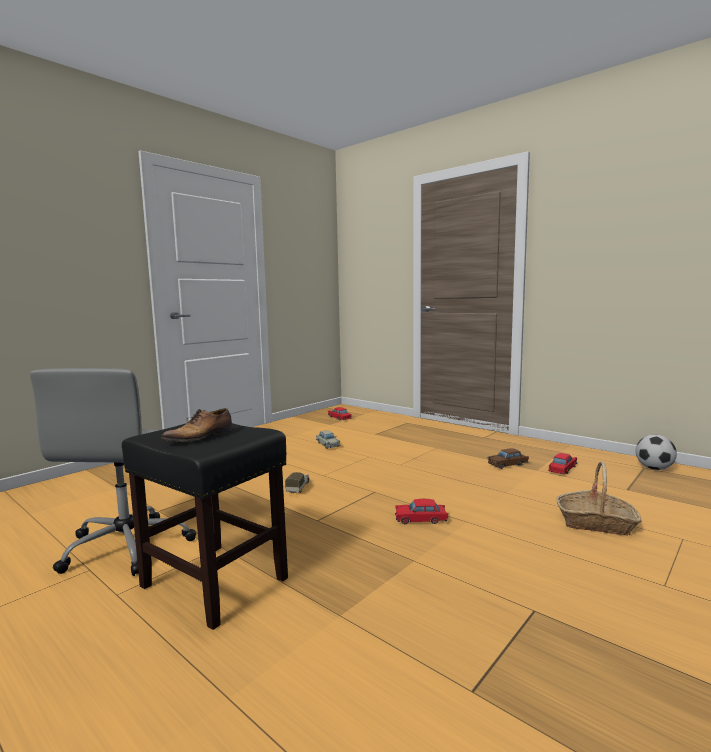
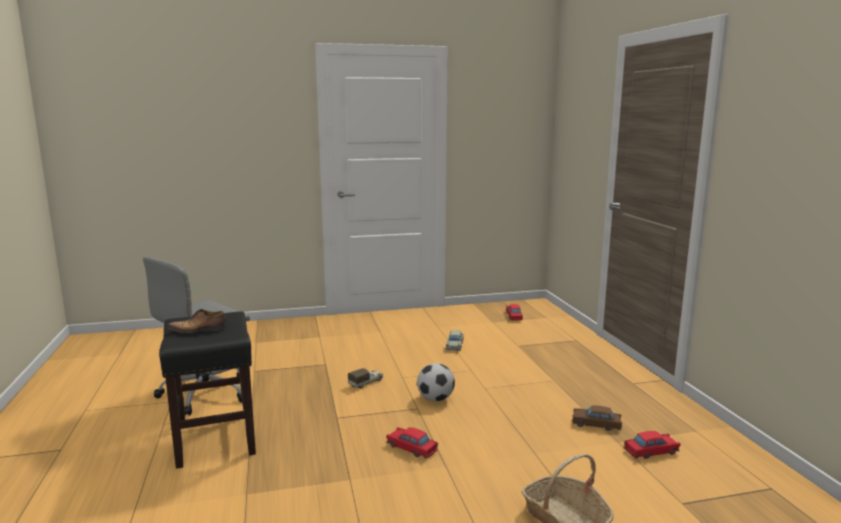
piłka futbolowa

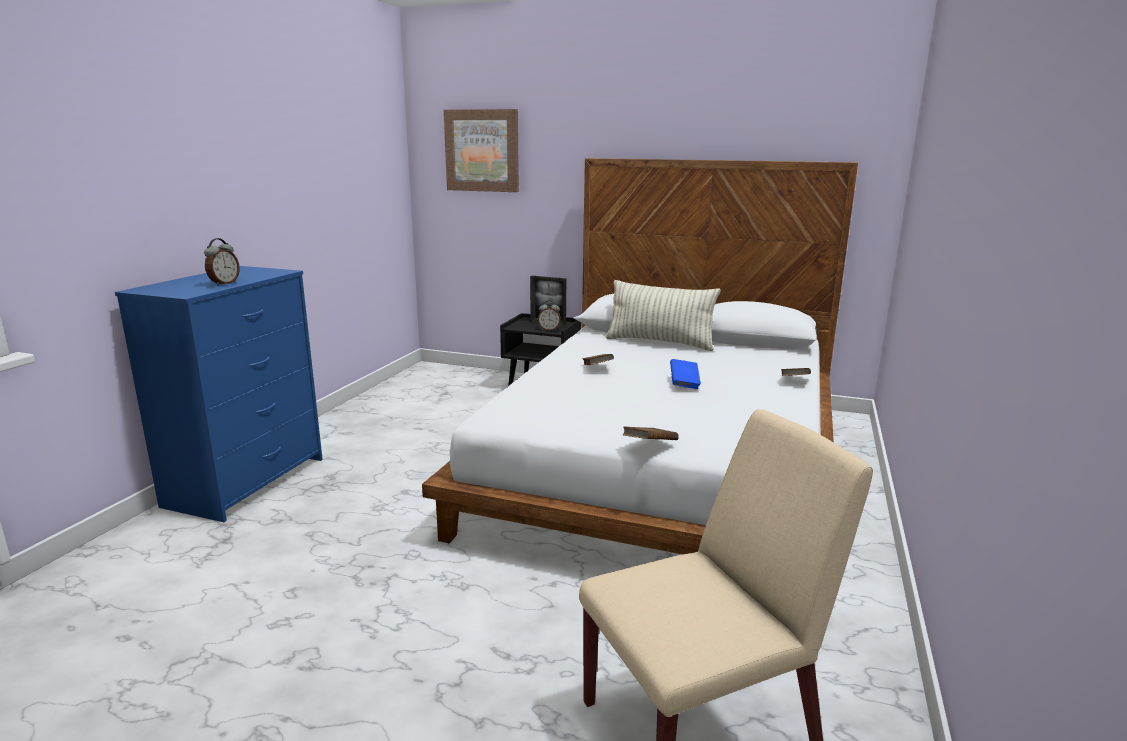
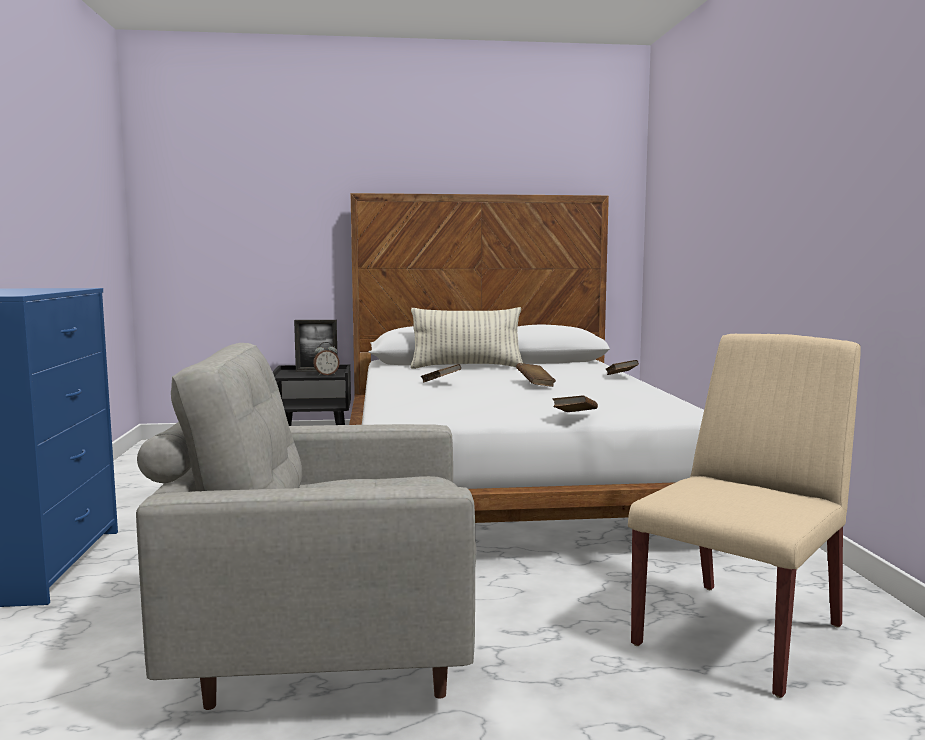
fotel [szary]
książka [brązowy] (no. 2 from left)
budzik (no. 1 from left in the first image)
obraz

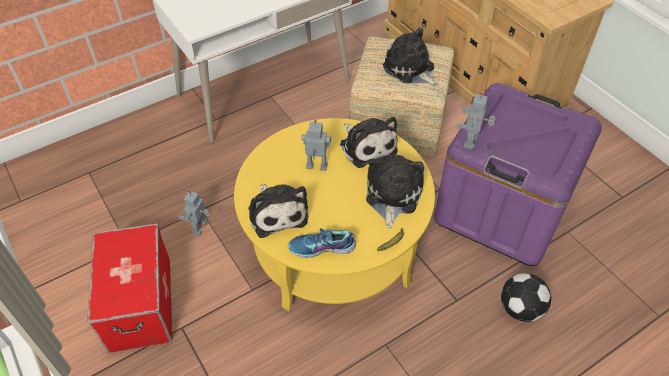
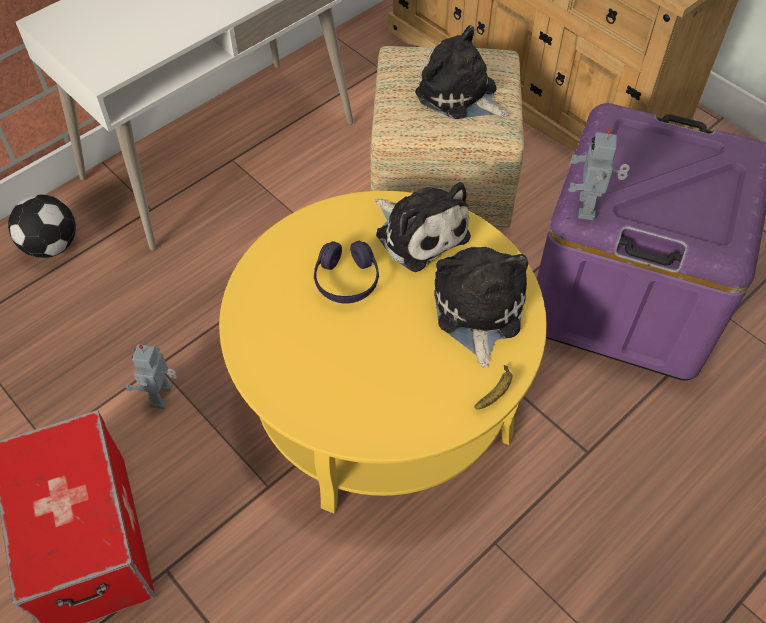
piłka futbolowa
słuchawki [fioletowy]
pluszak (no. 1 from left in the first image)
but

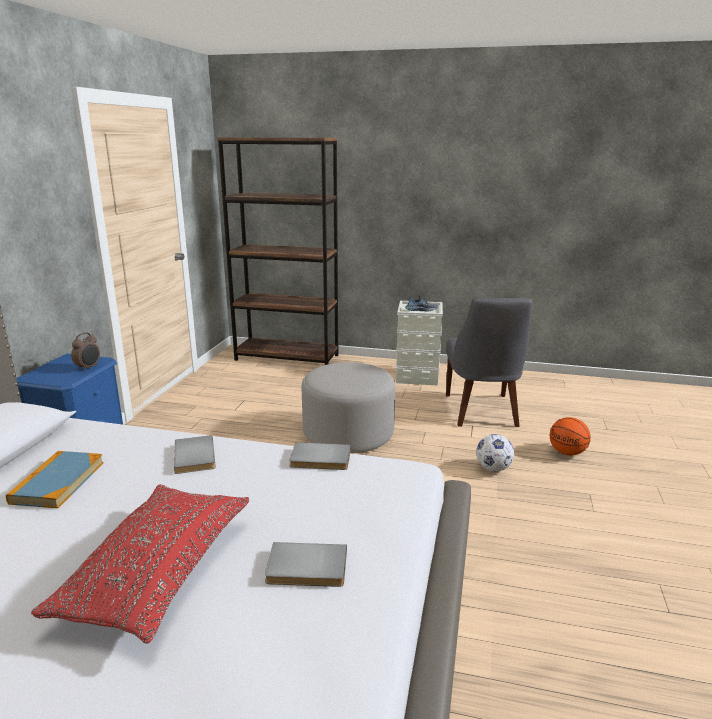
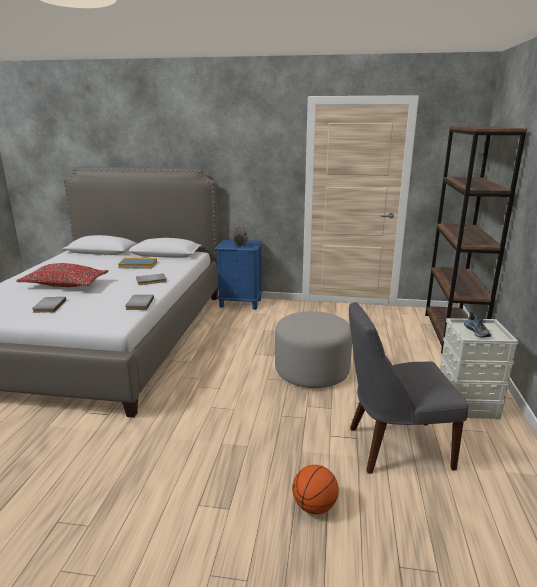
piłka futbolowa

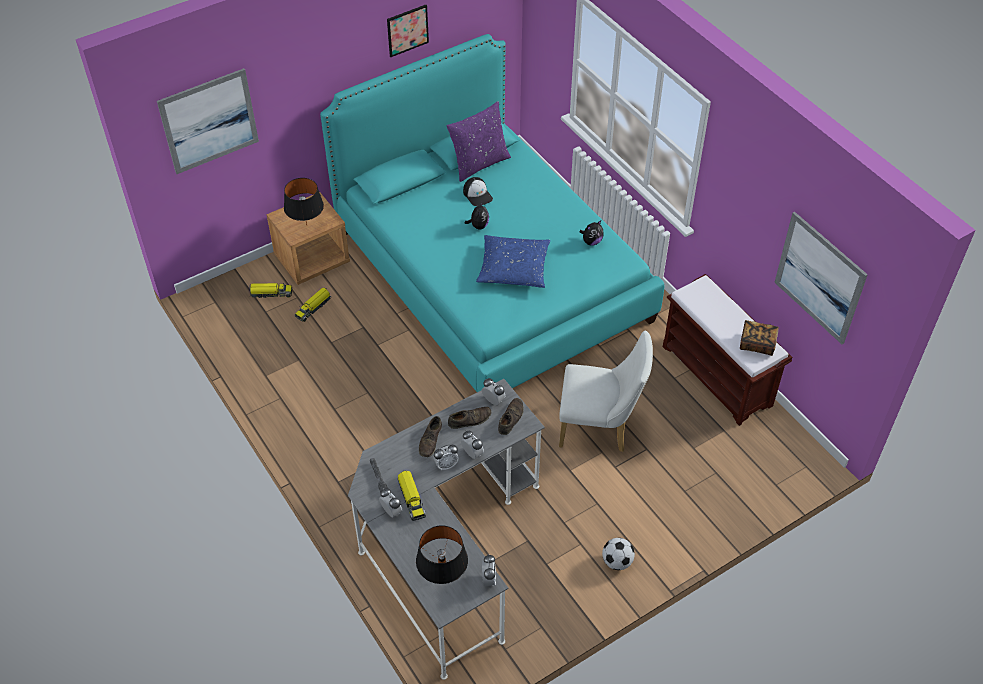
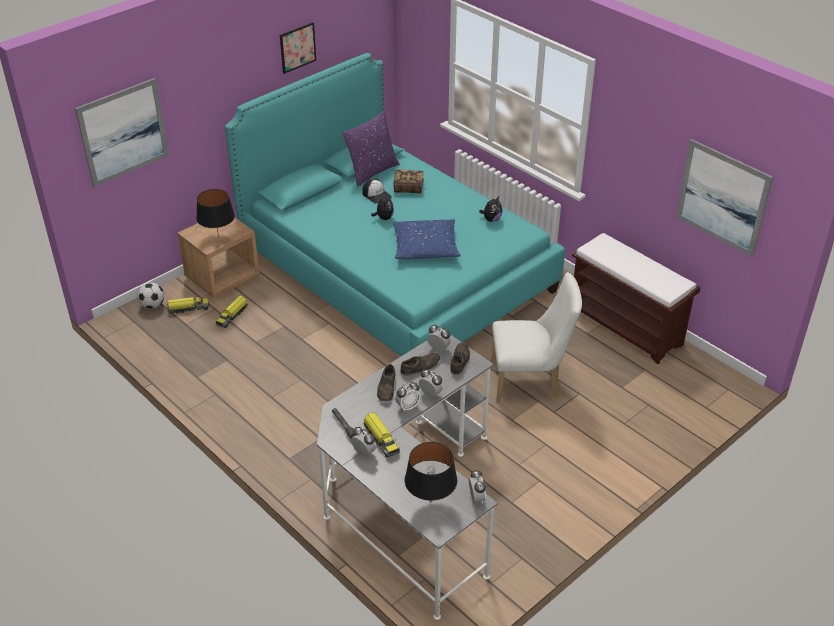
piłka futbolowa
książka

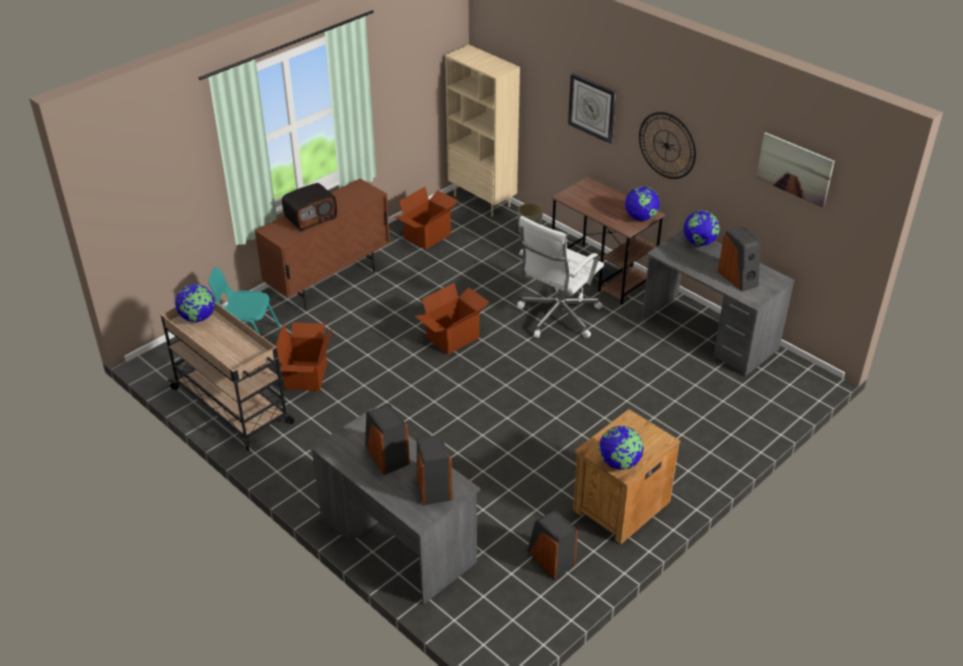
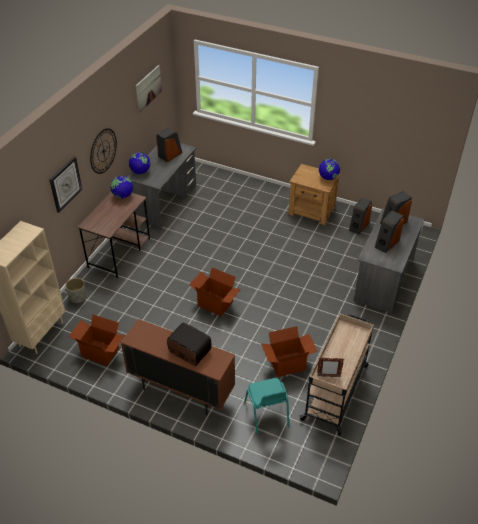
ramka na zdjęcie
krzesło biurowe [biały]

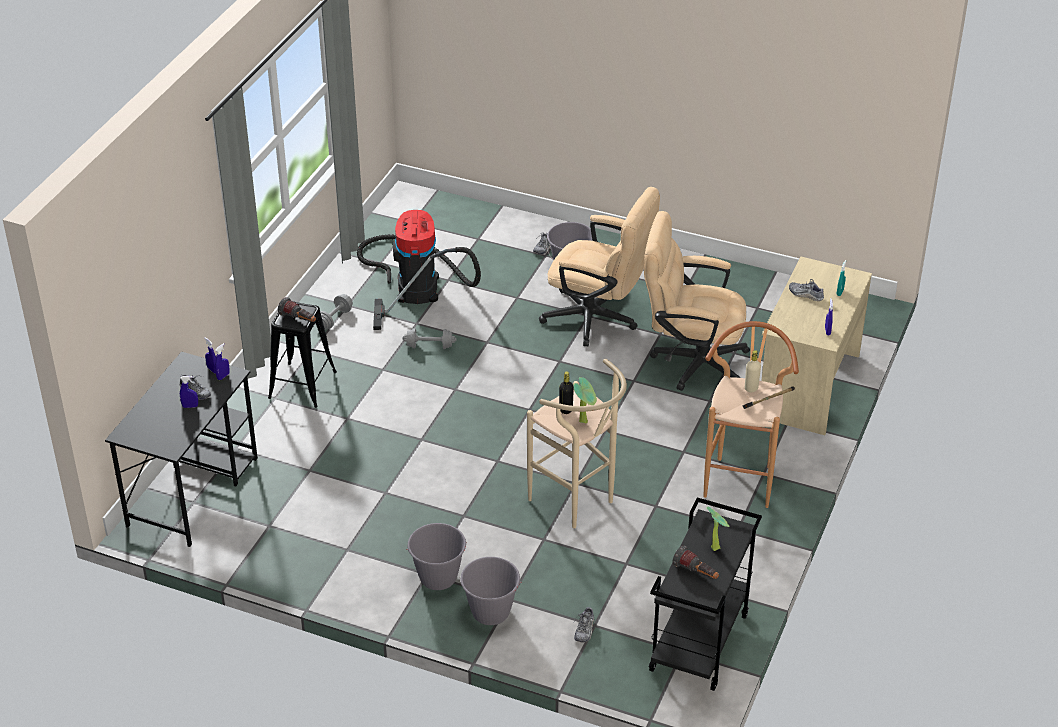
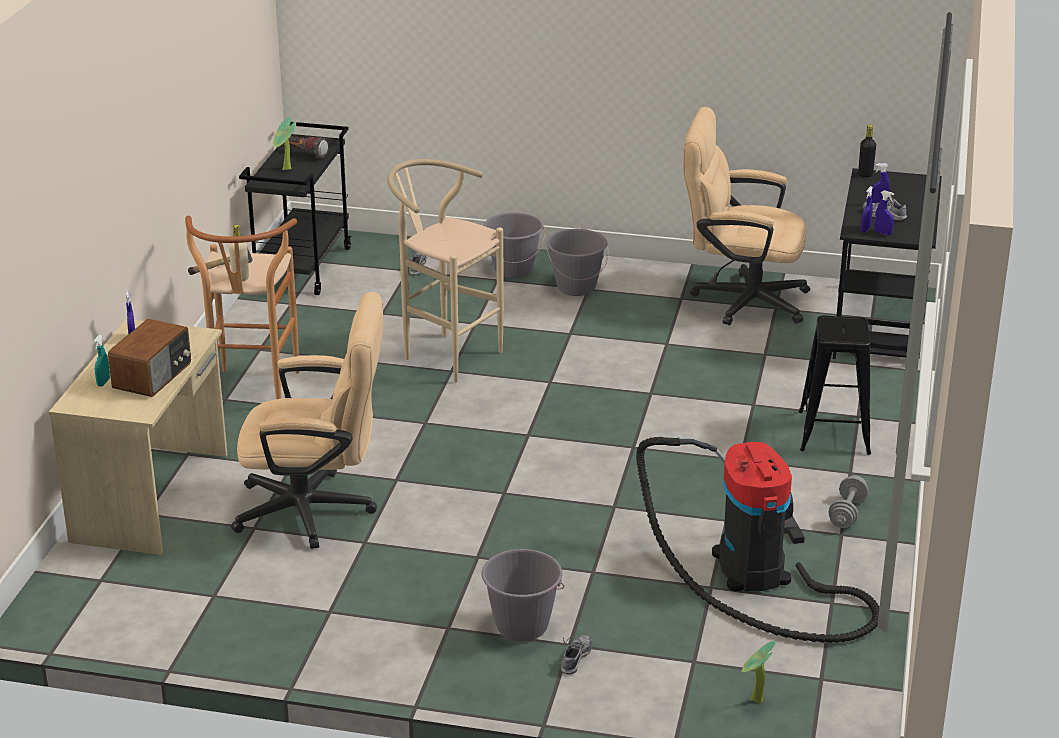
radio
krzesło biurowe [beżowy] (no. 2 from left)
roślina doniczkowa (no. 2 from left)
butelka [czarny]
latarka (no. 1 from left in the first image)
hantel [szary] (no. 2 from left in the first image)

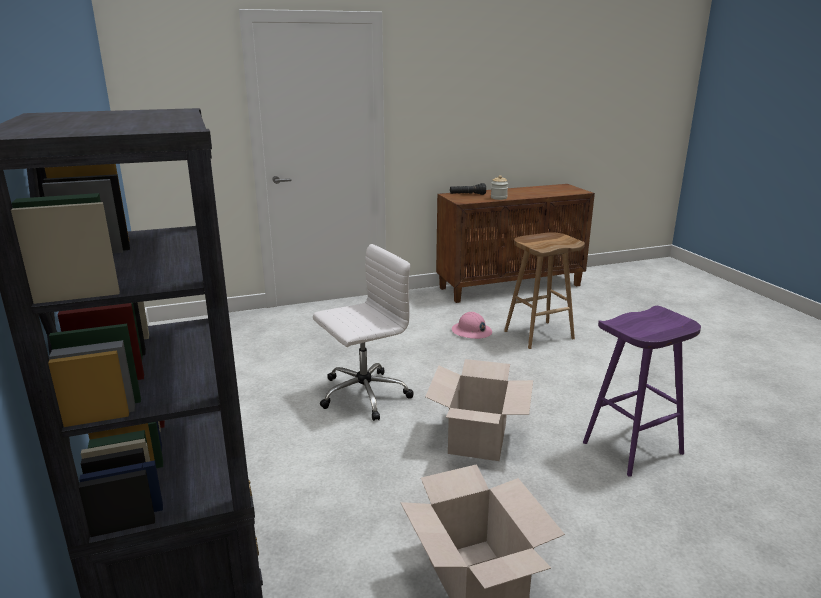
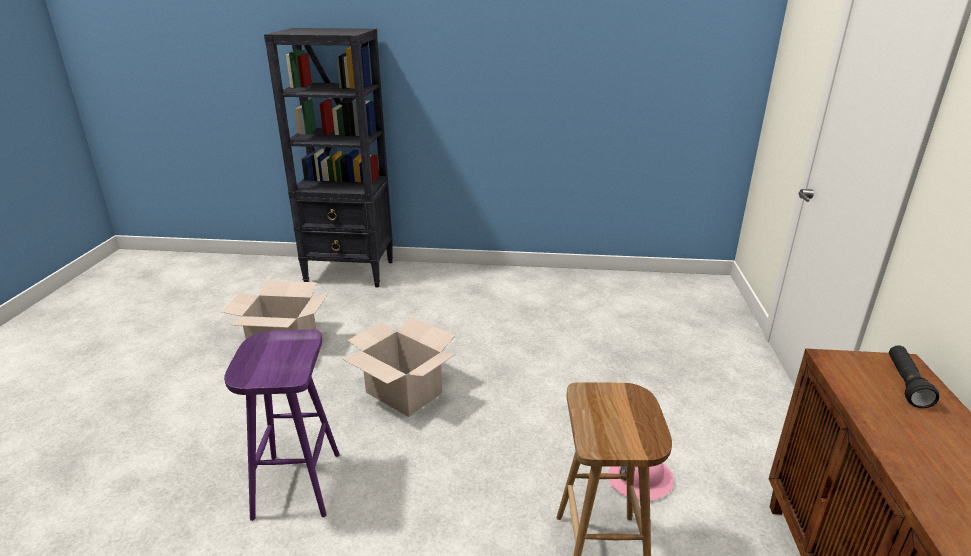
krzesło biurowe [biały]
słoik

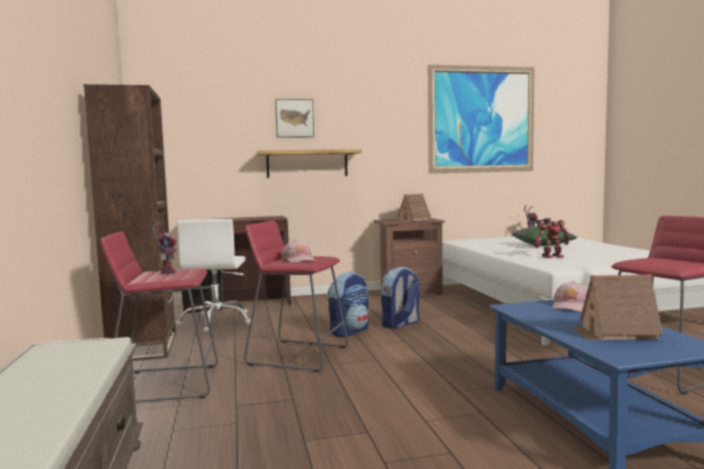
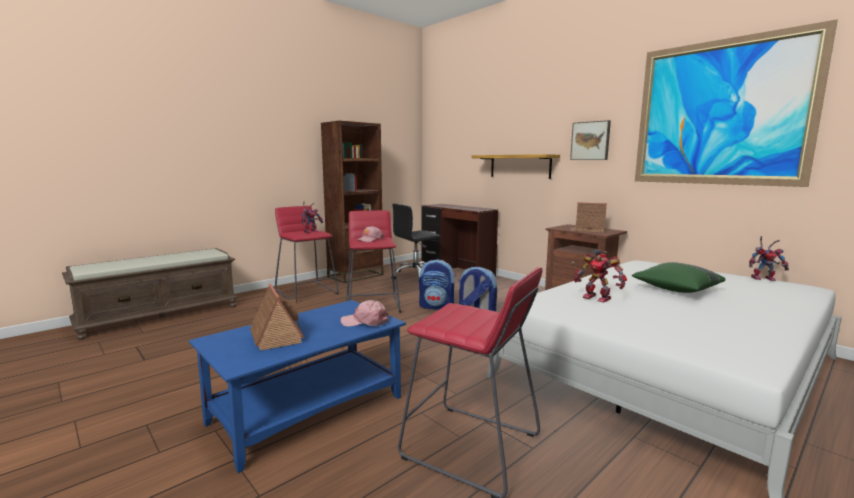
krzesło biurowe [czarny]
obraz (no. 1 from left)

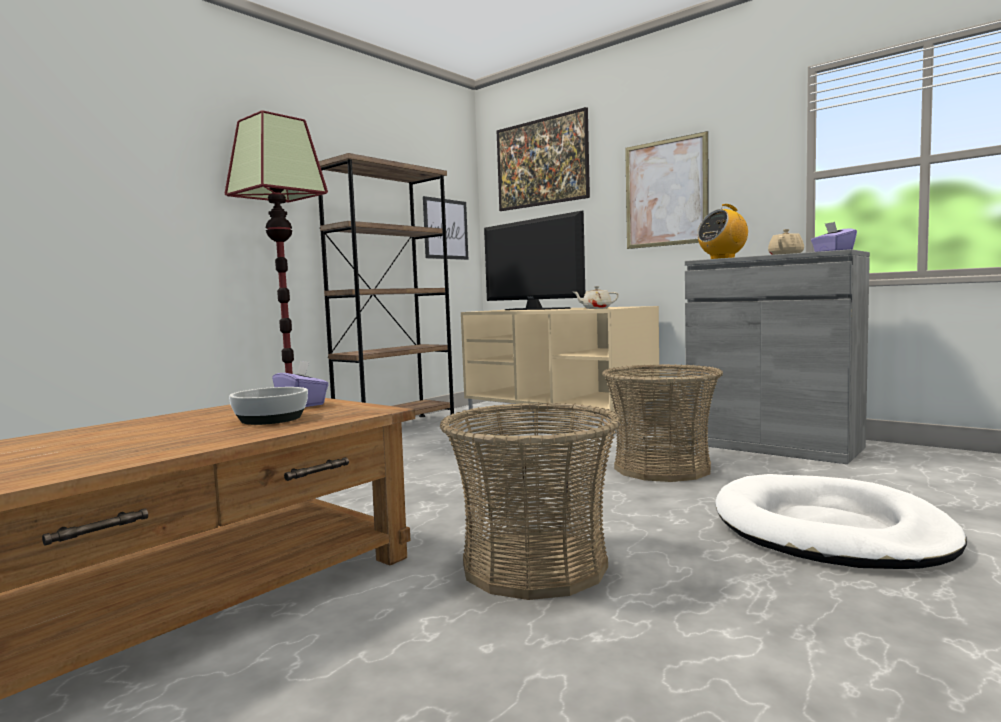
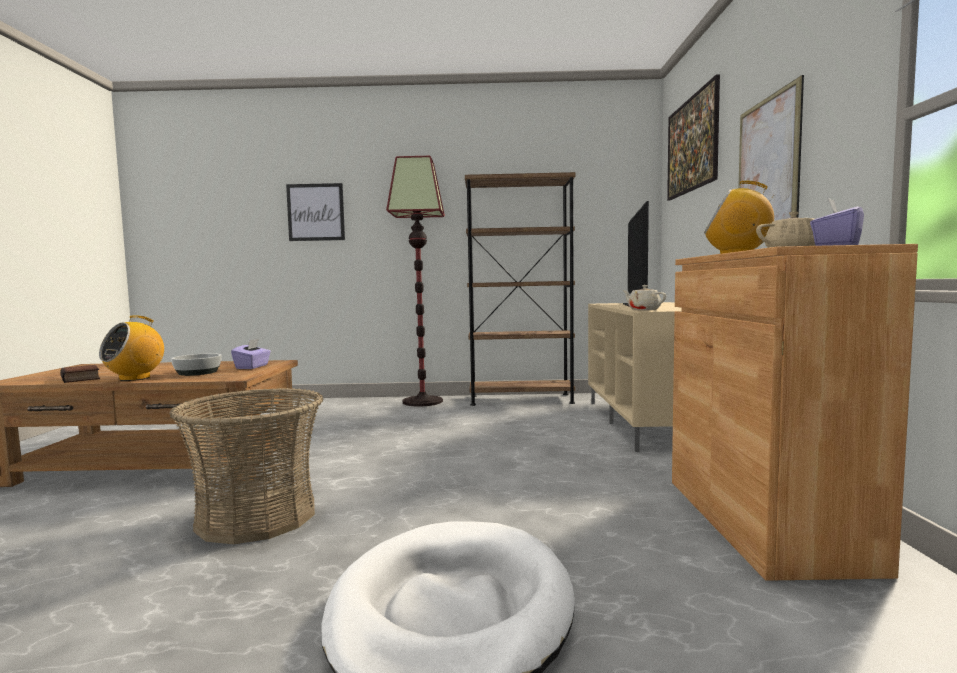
książka
radio (no. 1 from left)
obraz (no. 1 from left)
szafka [brązowy]
koszyk (no. 2 from left in the first image)

